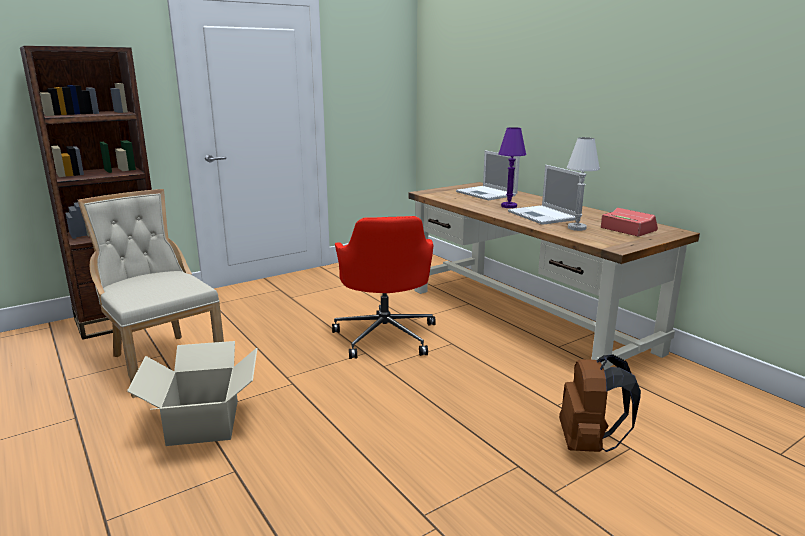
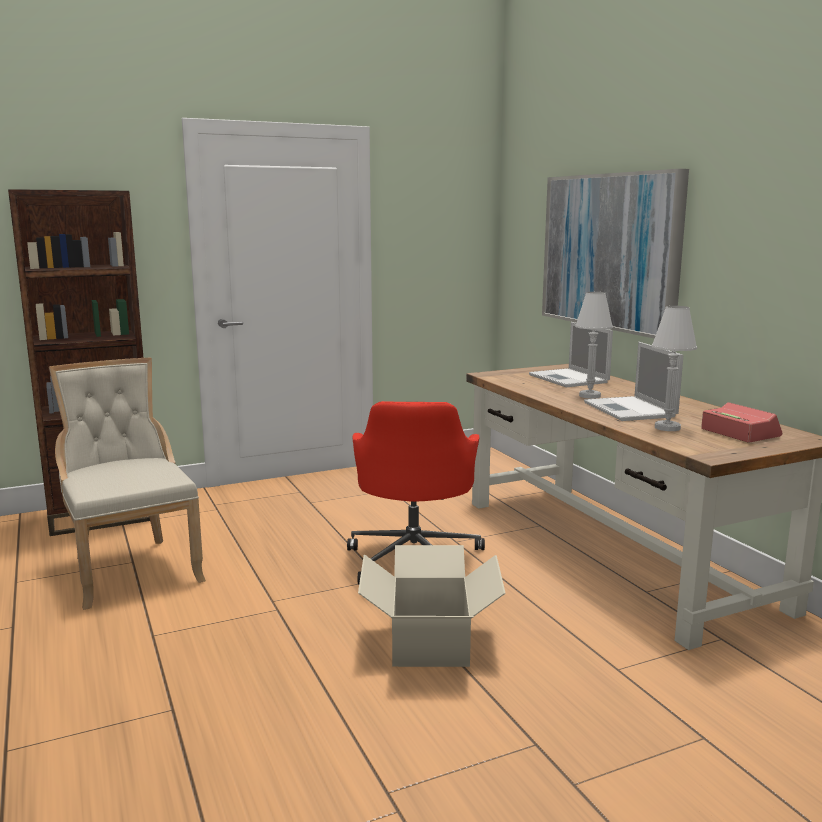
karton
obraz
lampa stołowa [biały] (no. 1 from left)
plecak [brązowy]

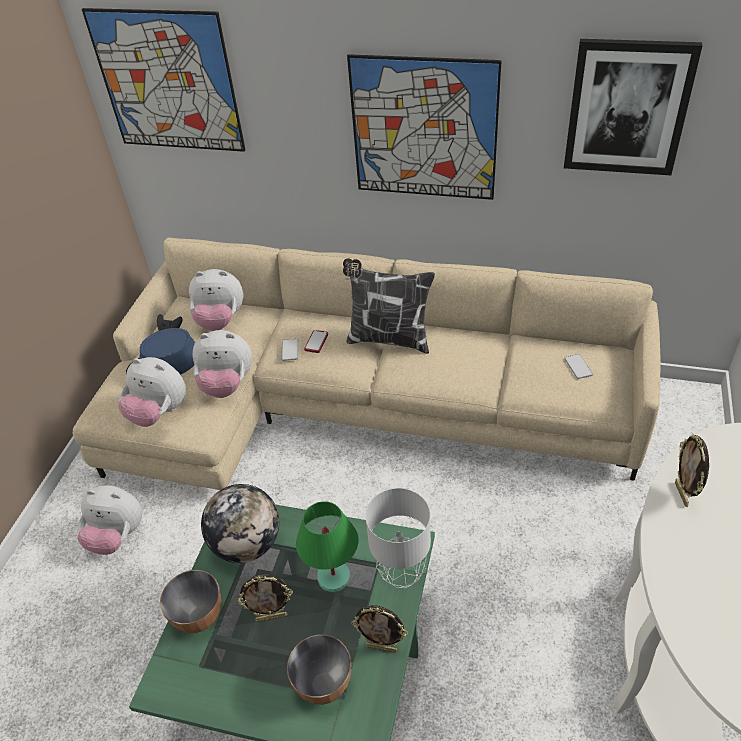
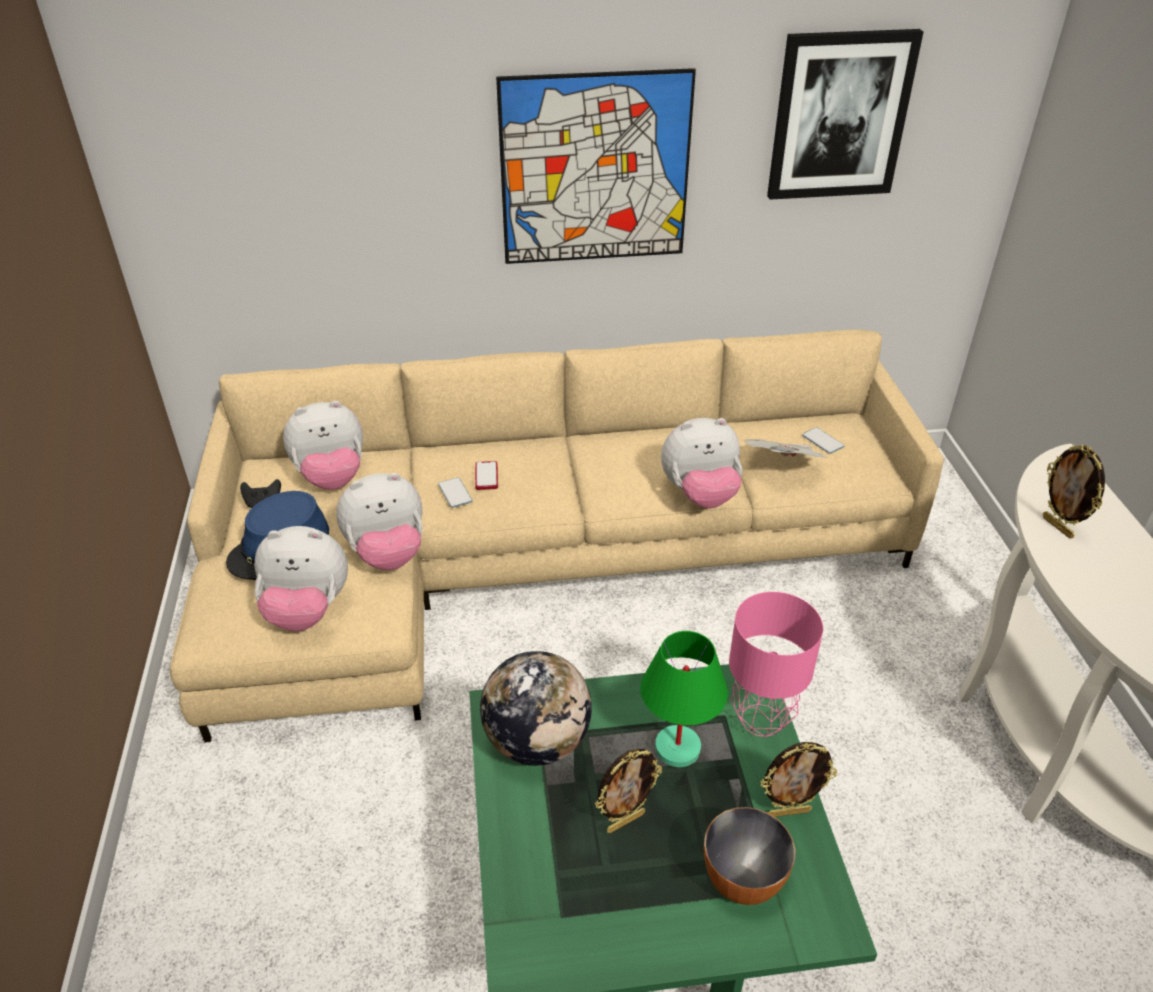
pluszak (no. 4 from left)
lampa stołowa [różowy]
gazeta
obraz (no. 1 from left in the first image)
miska (no. 1 from left in the first image)
poduszka

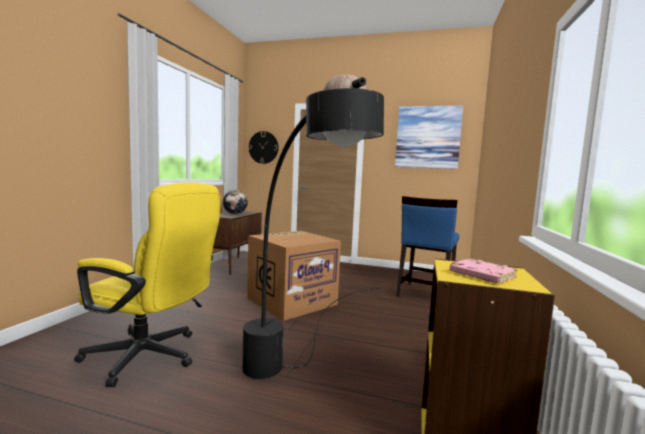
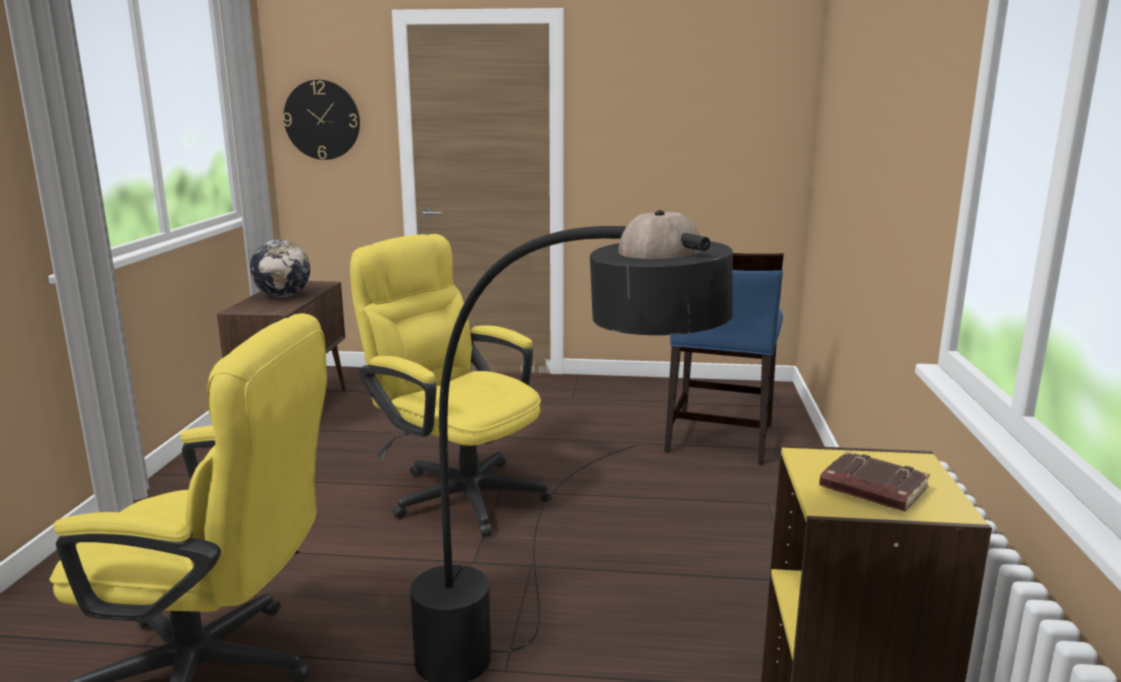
krzesło biurowe [żółty] (no. 2 from left)
książka [brązowy]
obraz

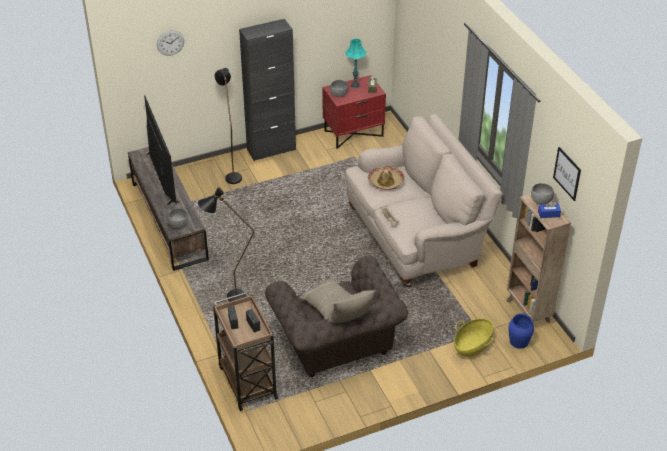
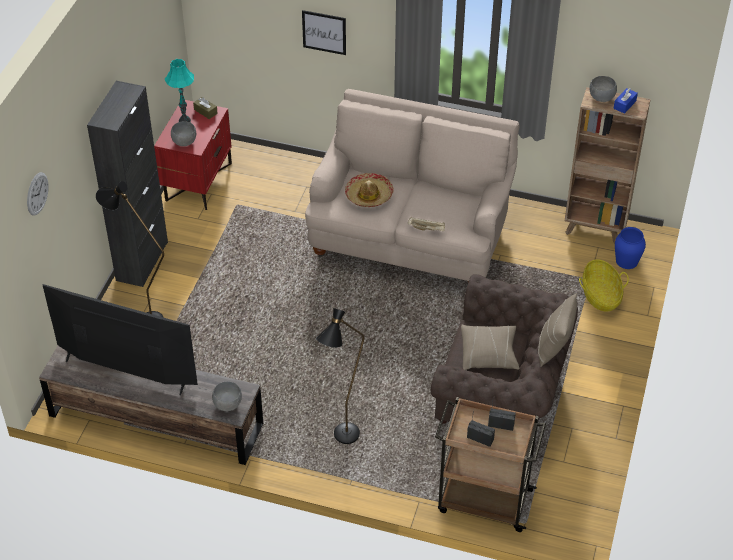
obraz

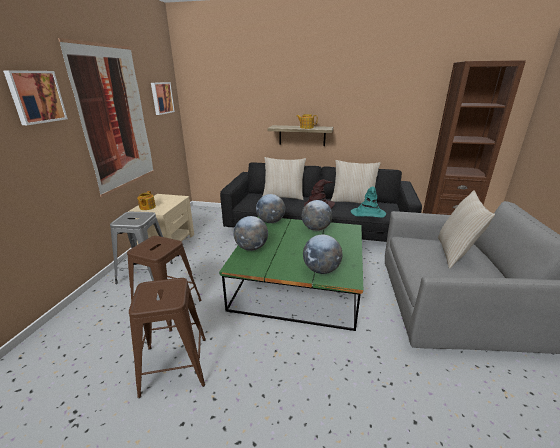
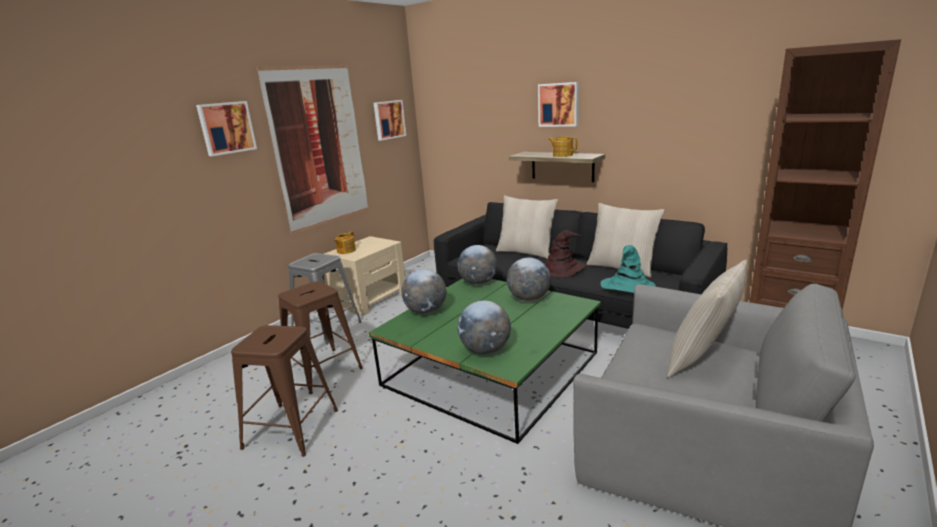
obraz (no. 4 from left)

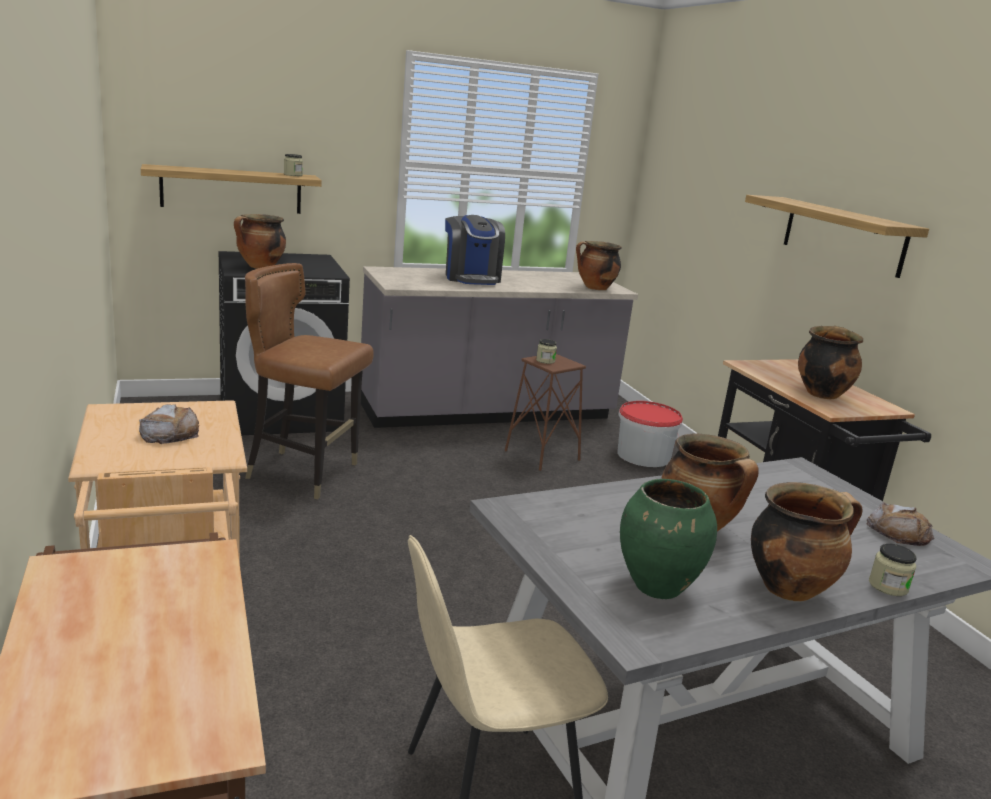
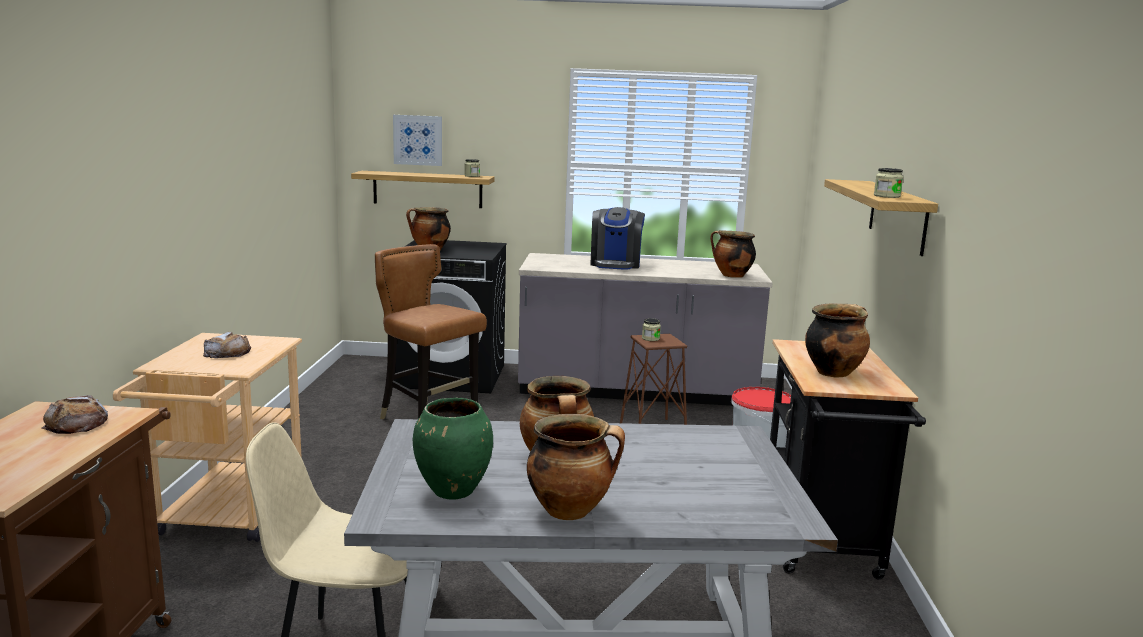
chleb (no. 1 from left)
obraz
słoik (no. 3 from left)

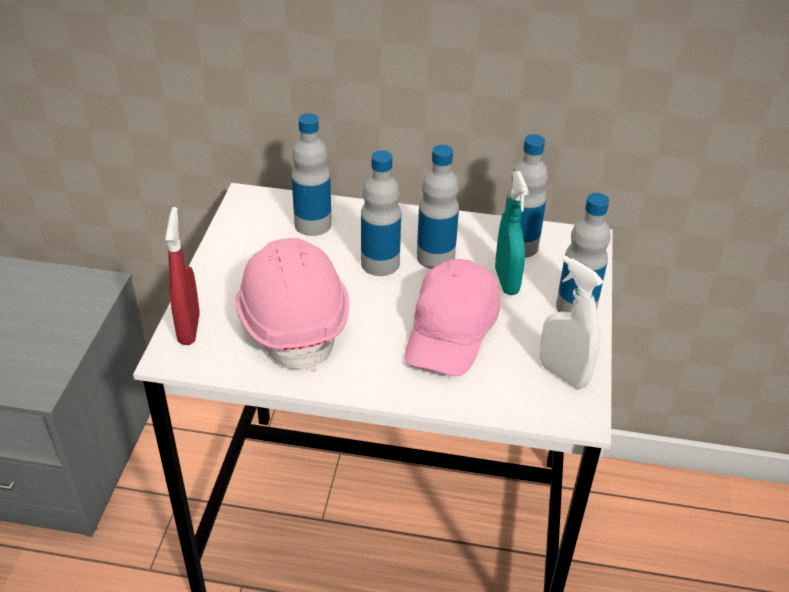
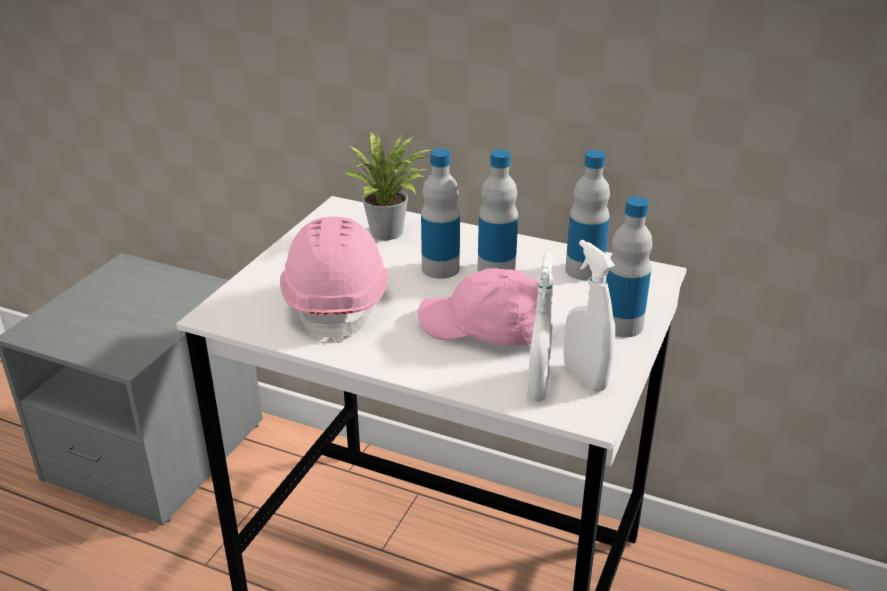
roślina doniczkowa
czapka z daszkiem [różowy]
spryskiwacz [biały] (no. 1 from left)
spryskiwacz [czerwony]
spryskiwacz [turkusowy]

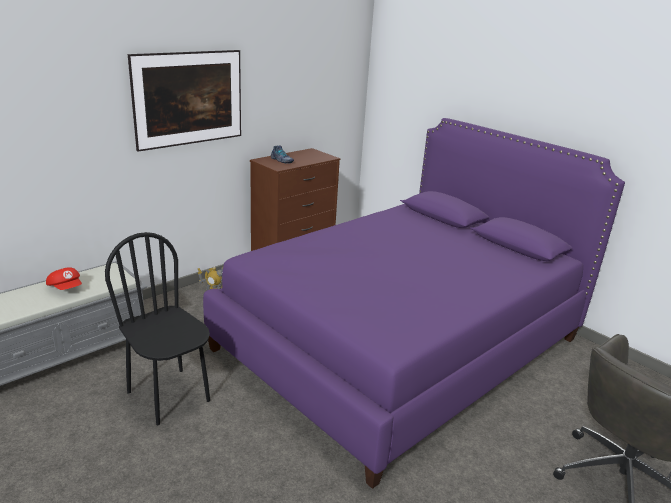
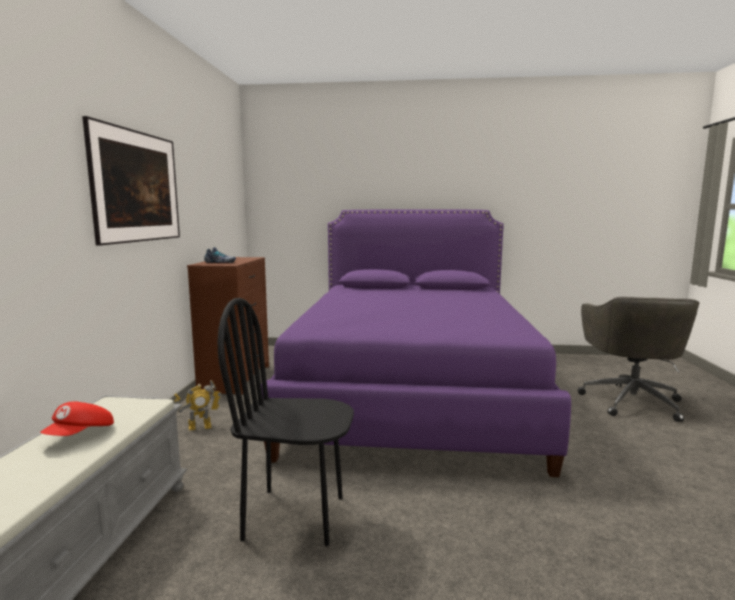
czapka z daszkiem [czerwony]

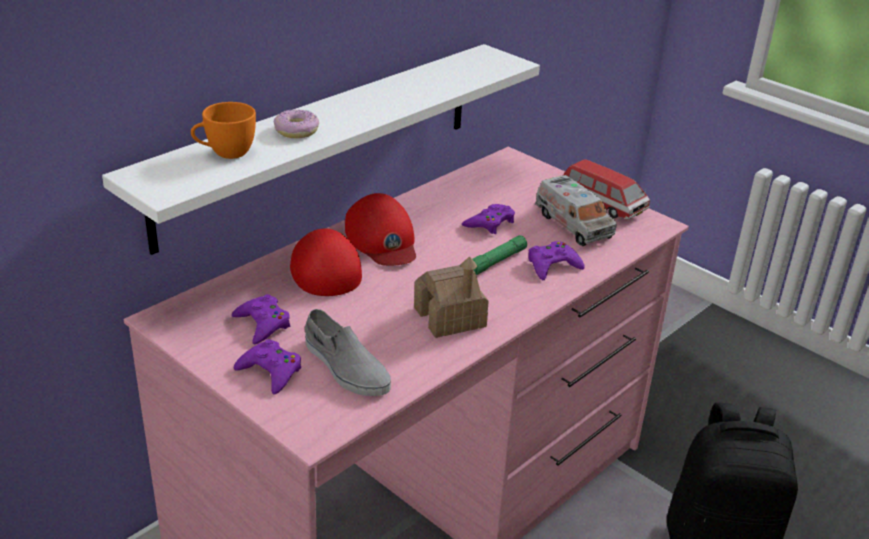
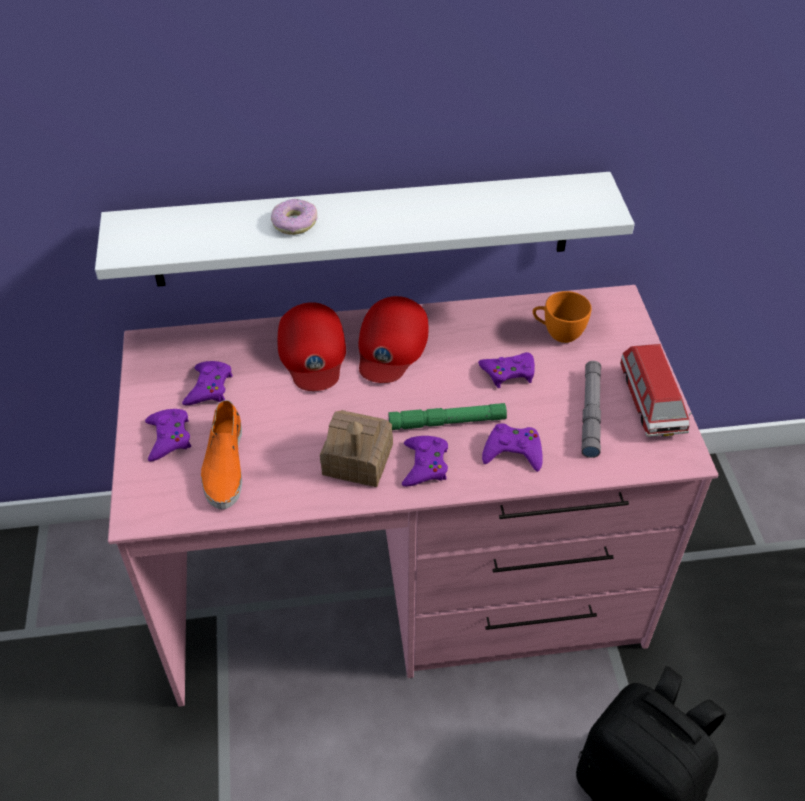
but [pomarańczowy]
czapka z daszkiem [czerwony] (no. 1 from left)
pad do gier [fioletowy] (no. 3 from left)
filiżanka [pomarańczowy]
latarka [szary]

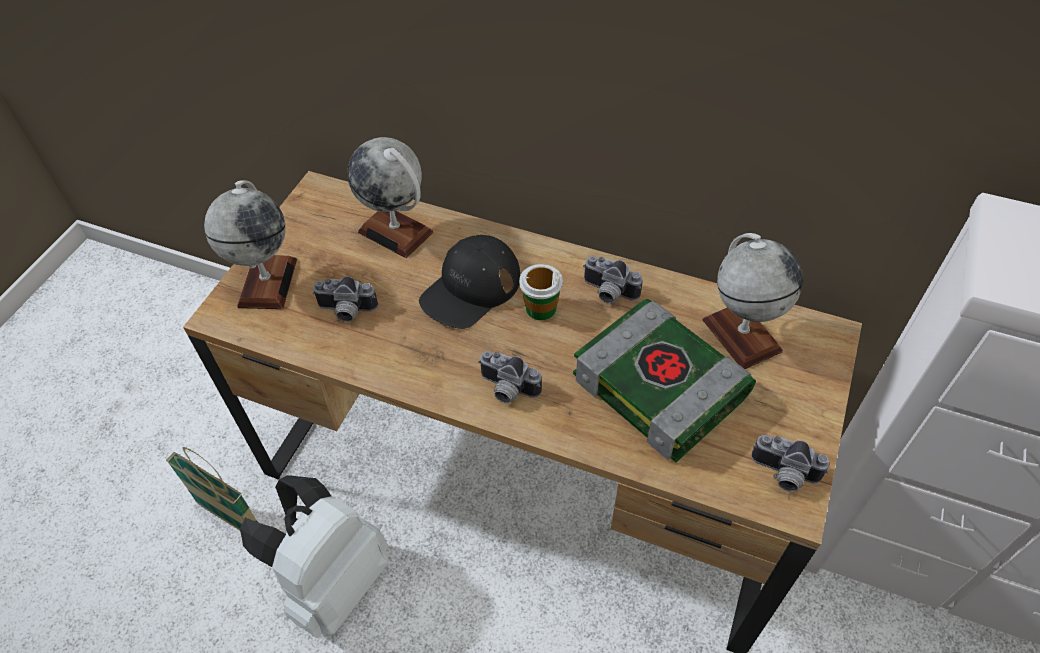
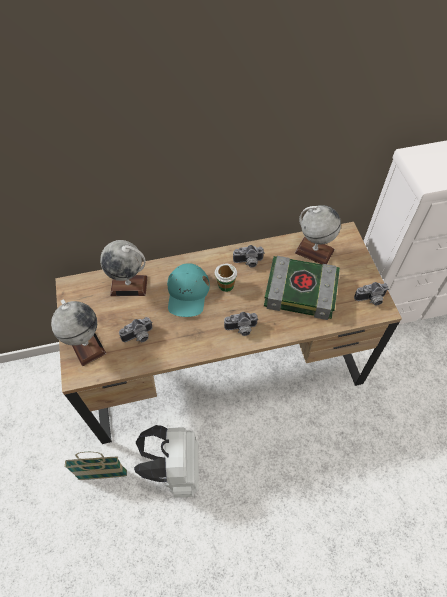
czapka z daszkiem [turkusowy]

